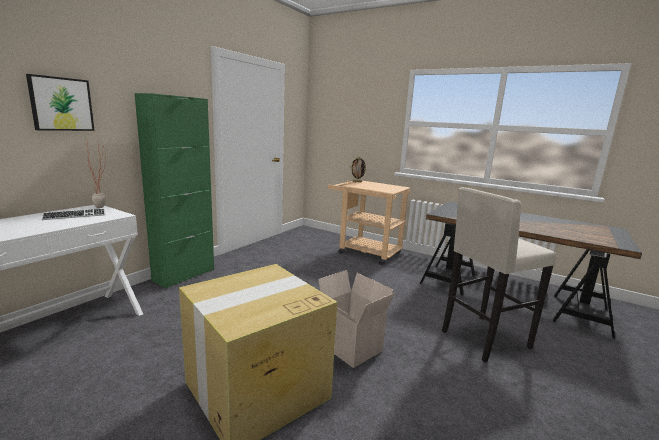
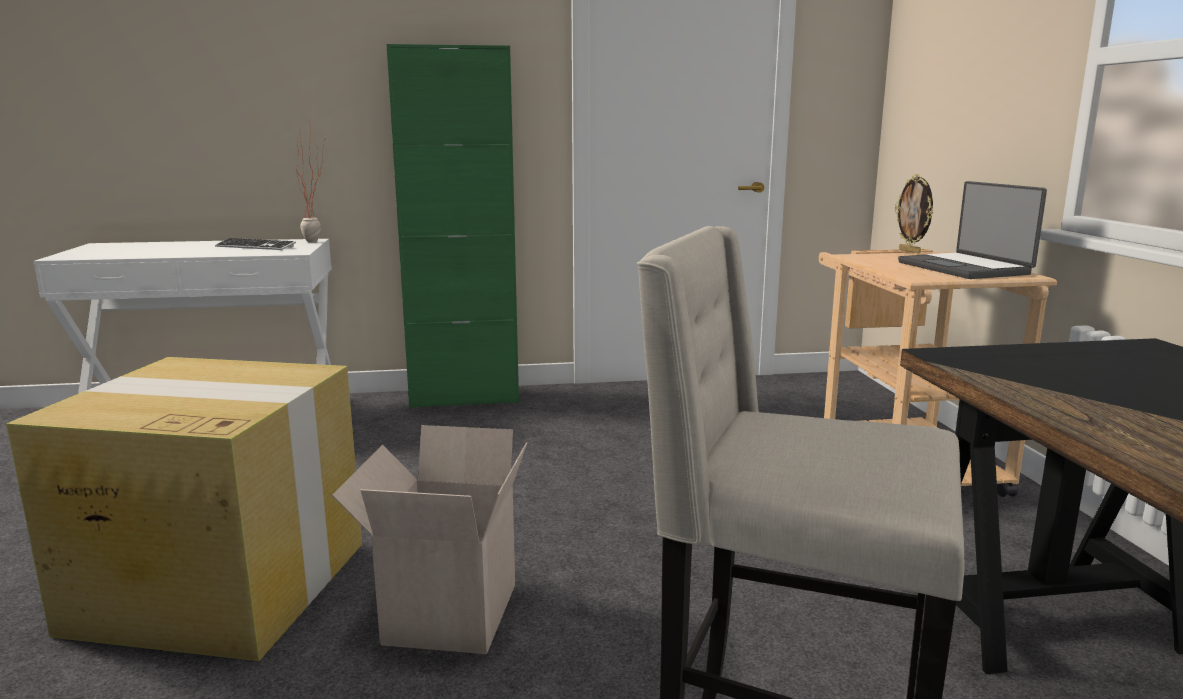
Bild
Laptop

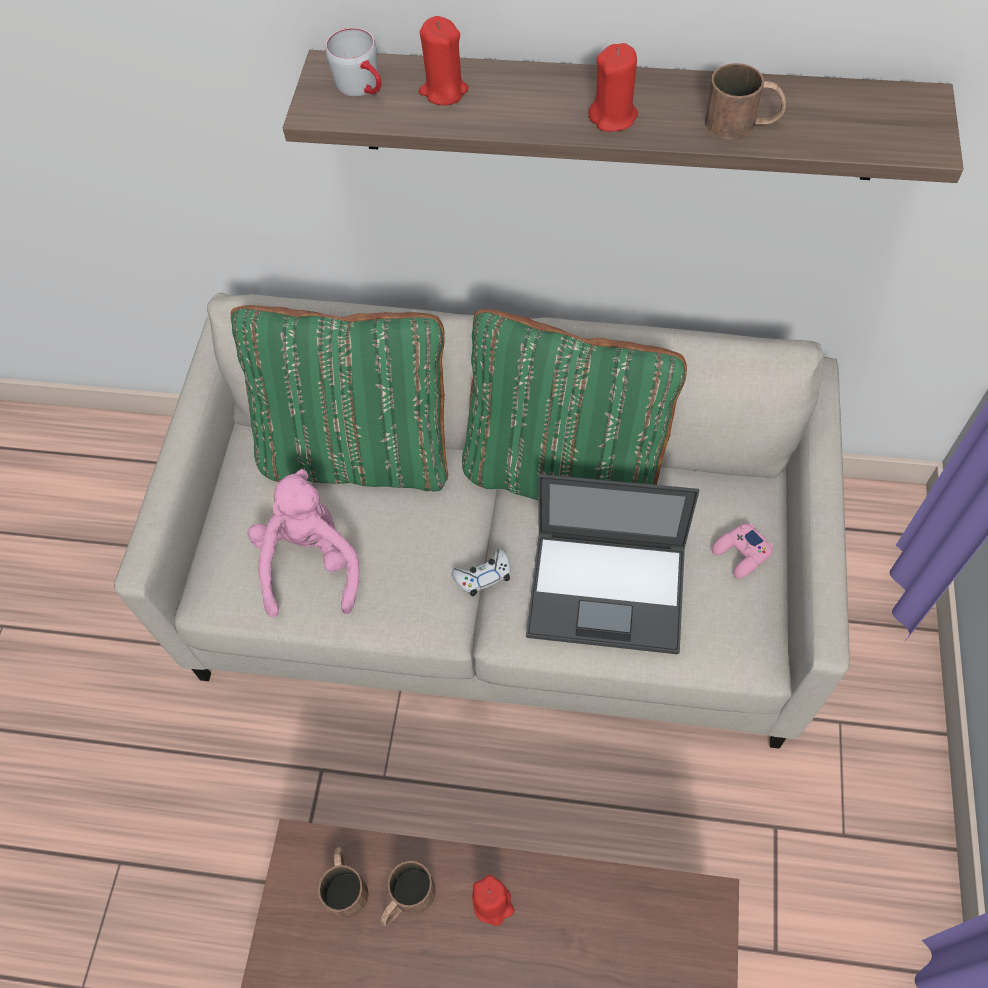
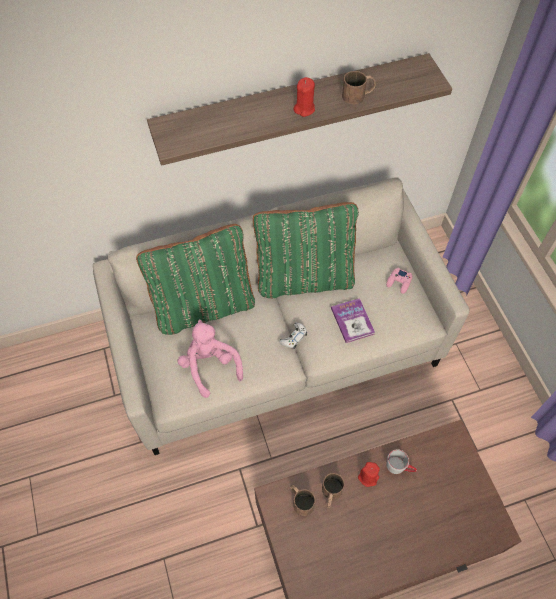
Kerze [rot] (1st from left in the first image)
Henkelbecher [grau]
Buch

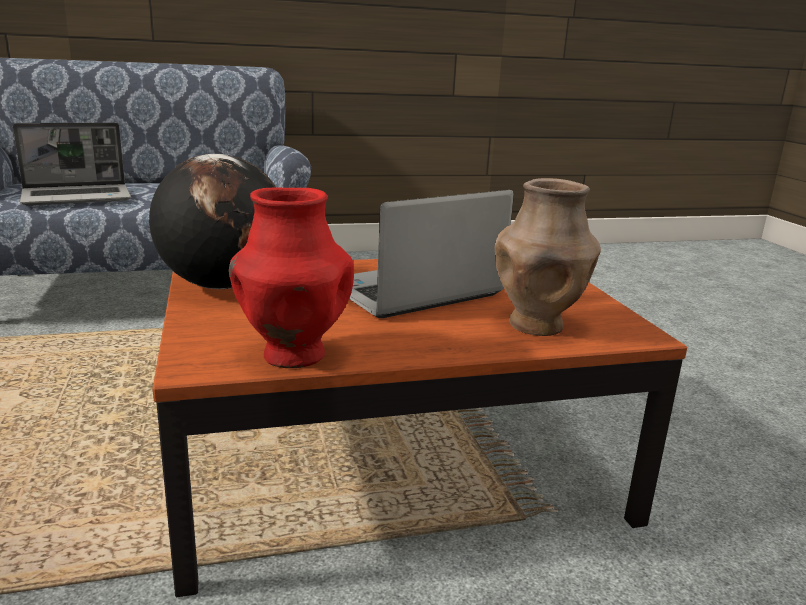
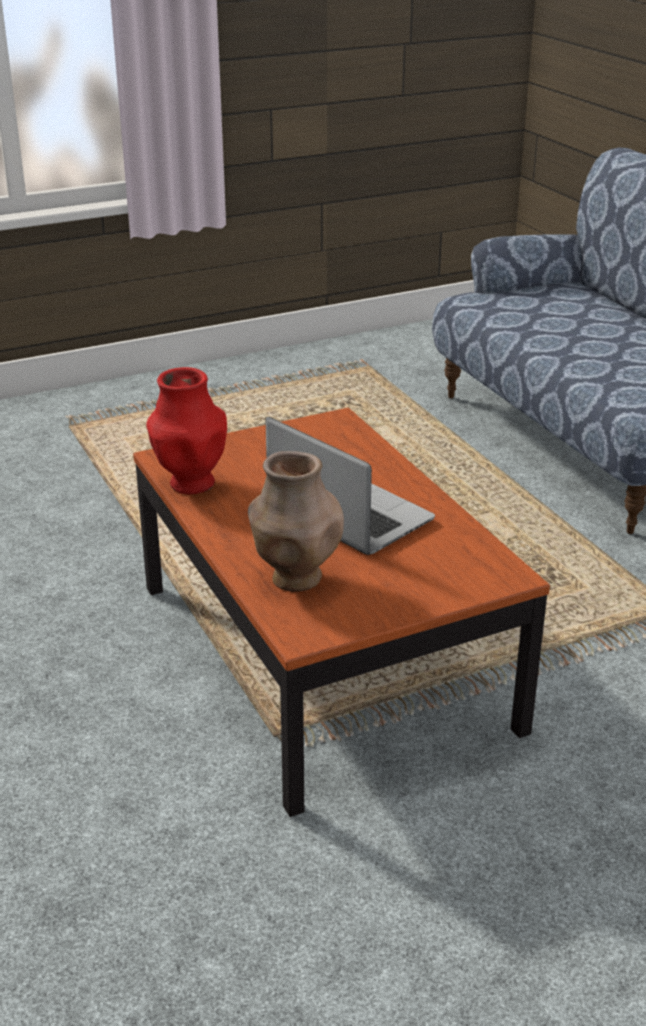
Laptop (1st from left in the first image)
Globus

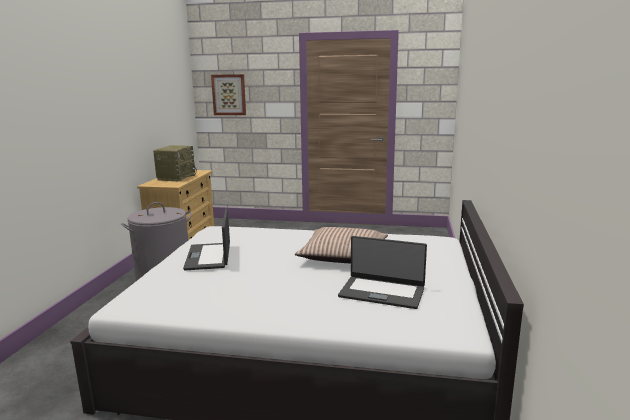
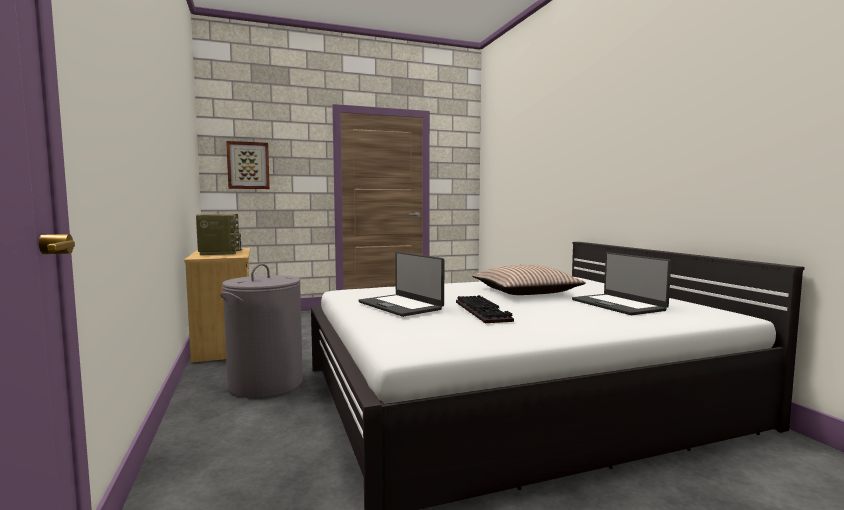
Laptop (2nd from left)
Tastatur

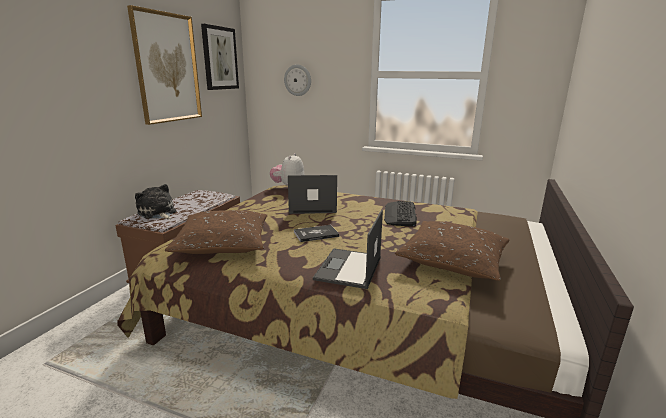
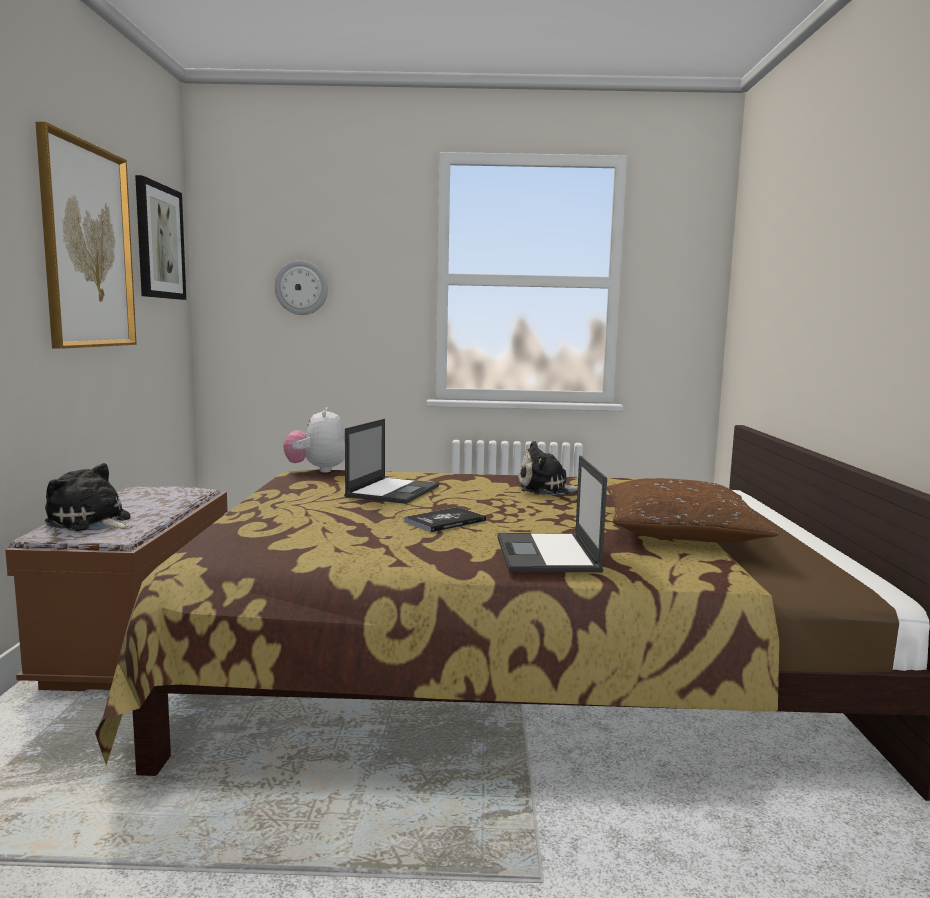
Laptop (1st from left)
Plüschtier (3rd from left)
Kissen [braun] (1st from left in the first image)

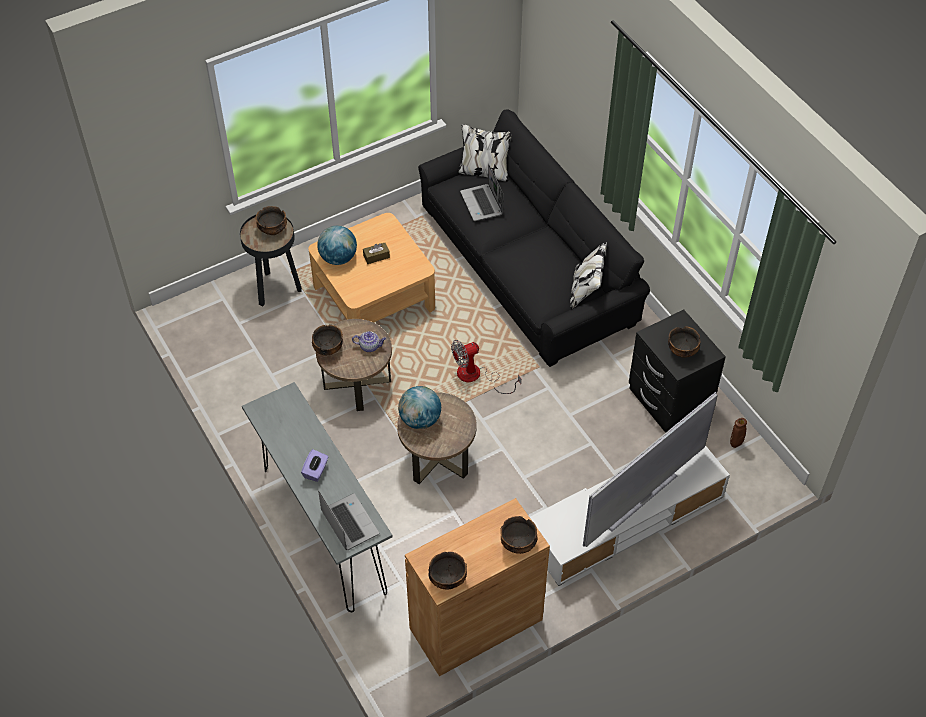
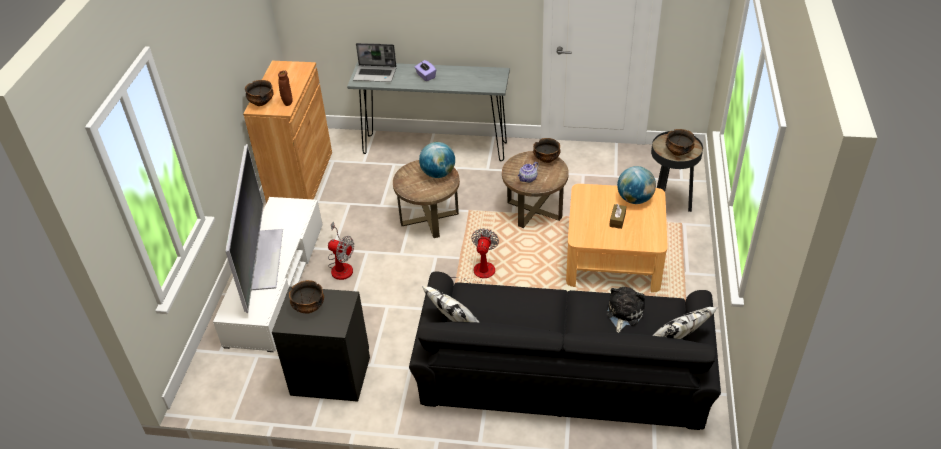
Plüschtier
Vase [braun]
Schüssel (3rd from left in the first image)
Ventilator (1st from left)

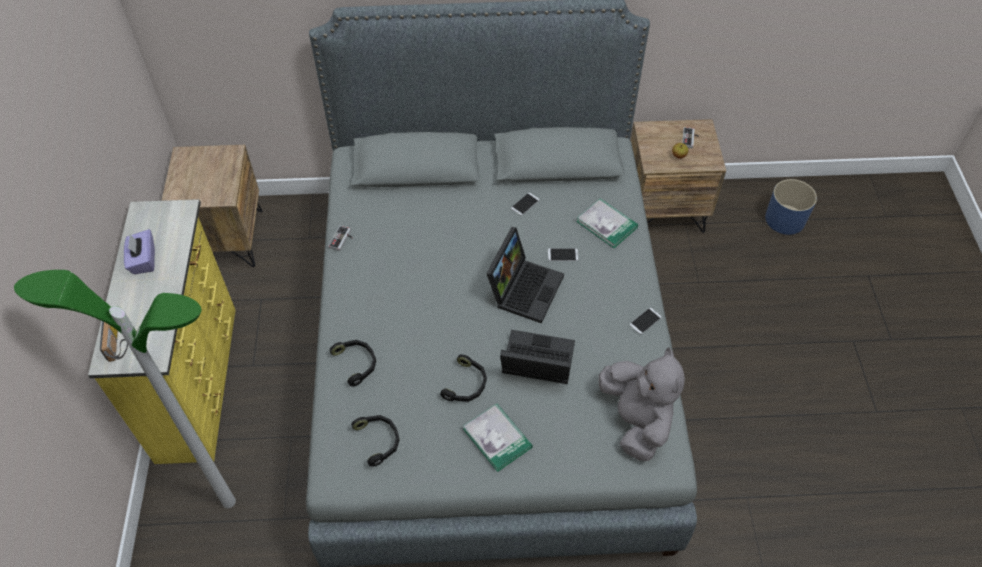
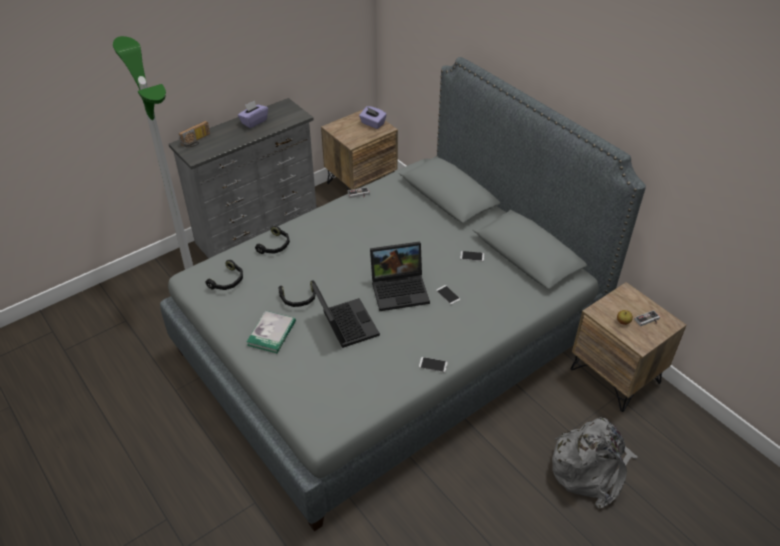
Pflanzkübel [blau]
Buch (2nd from left in the first image)
Kommode [grau]
Plüschtier [grau]
Taschentuchbox [lila] (2nd from left)
Rucksack [grau]

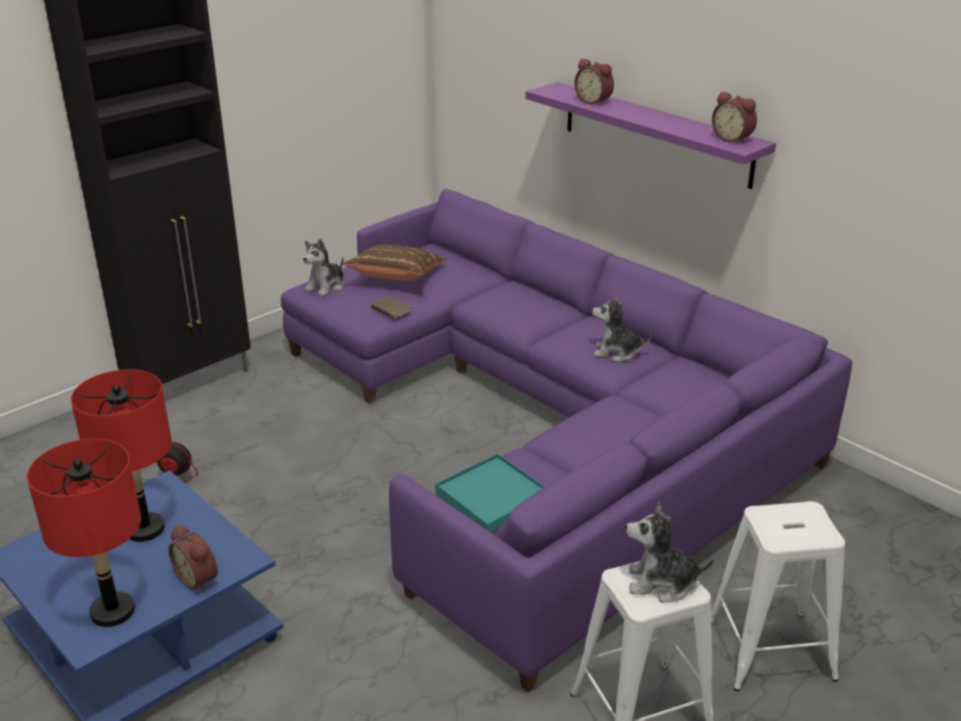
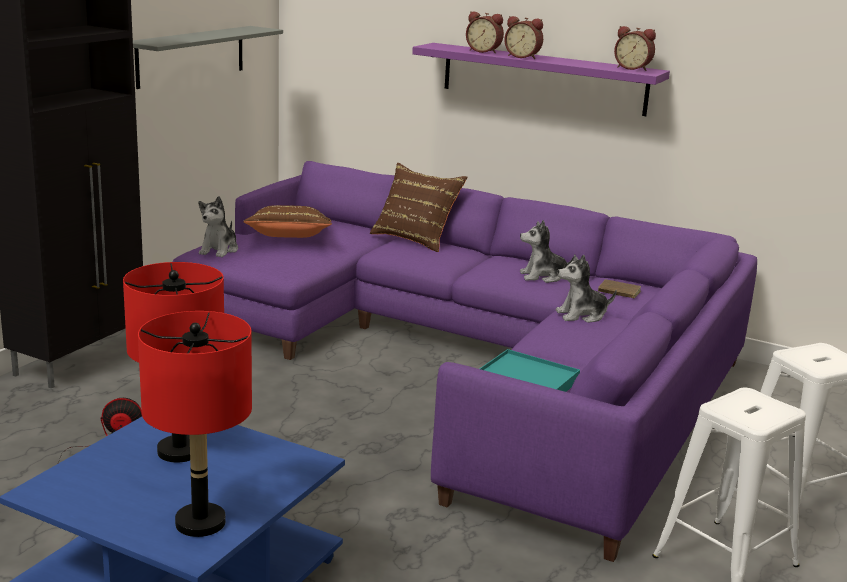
Buch [braun]
Plüschtier (3rd from left)
Wecker (2nd from left)
Wandregal [grau]
Kissen [braun] (2nd from left)

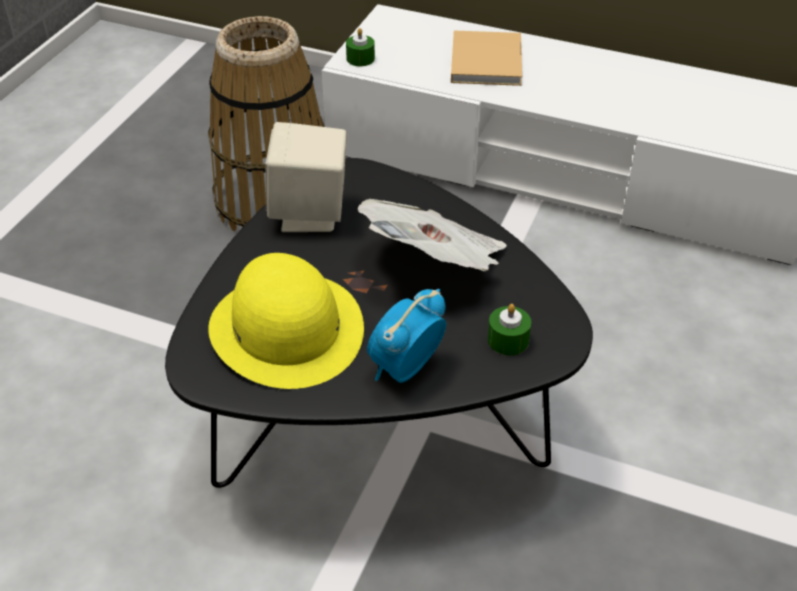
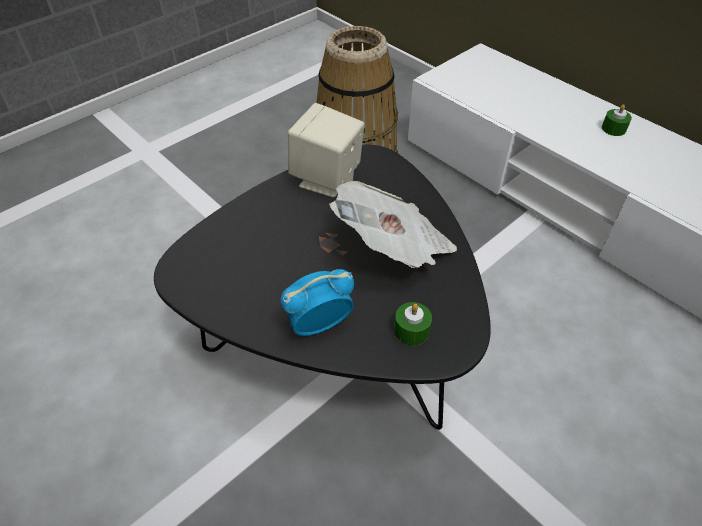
Kerze [grün] (2nd from left)
Buch [beige]
Hut [gelb]

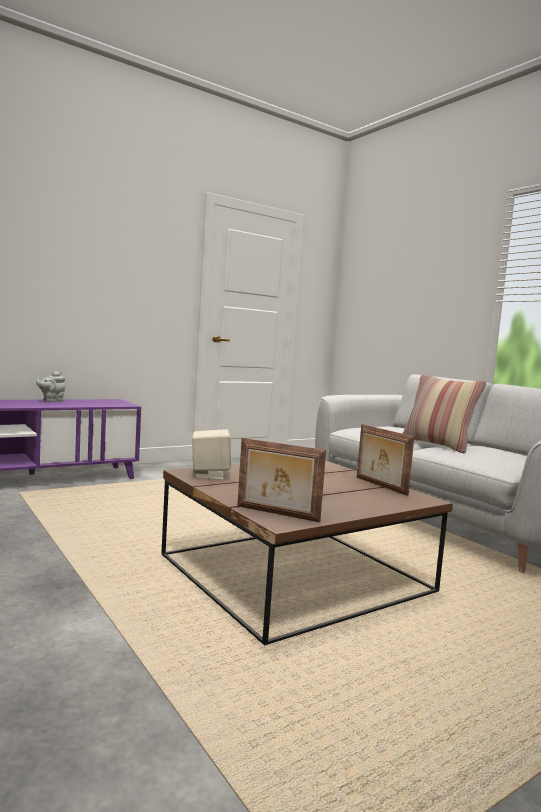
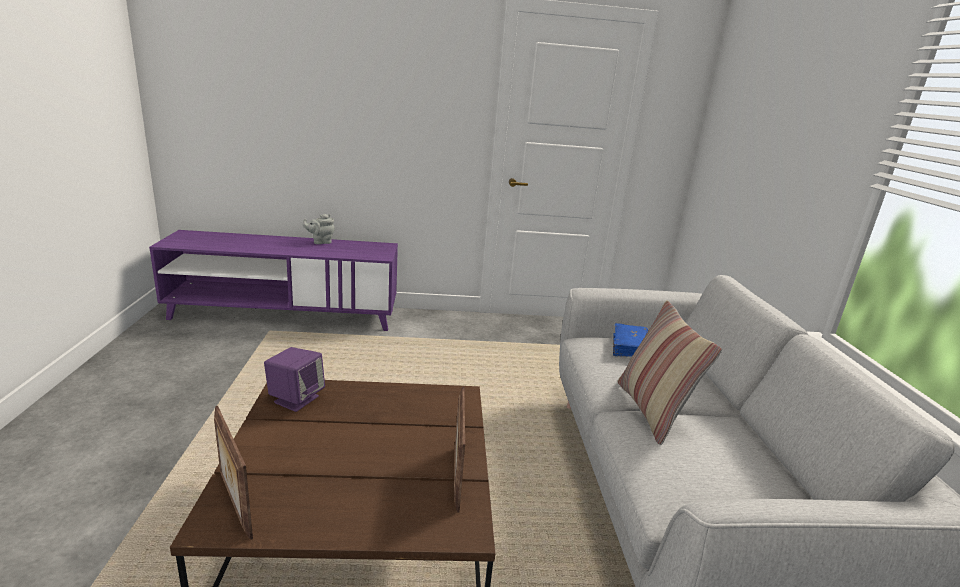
Lautsprecher [lila]
Buch [blau]

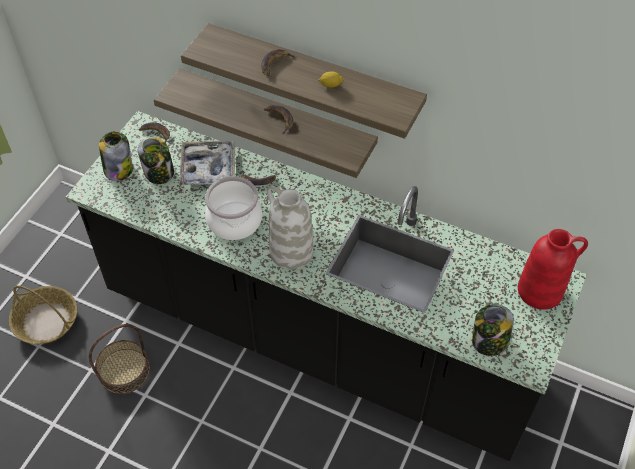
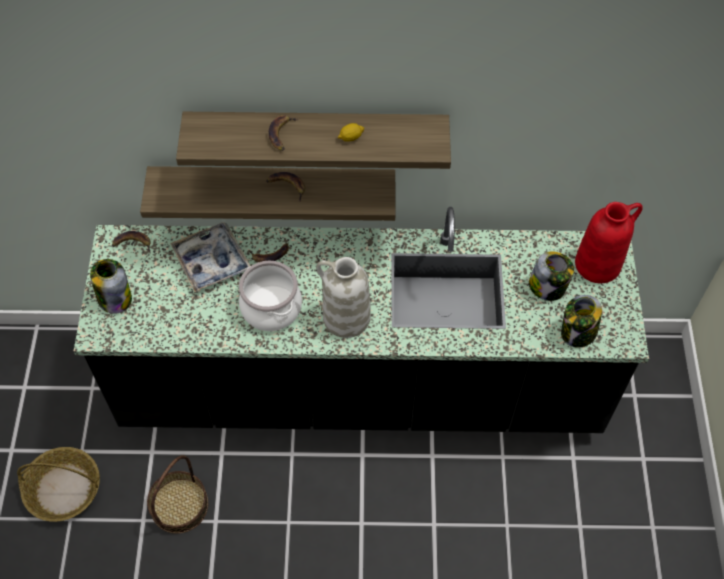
Vorratsglas (2nd from left)

